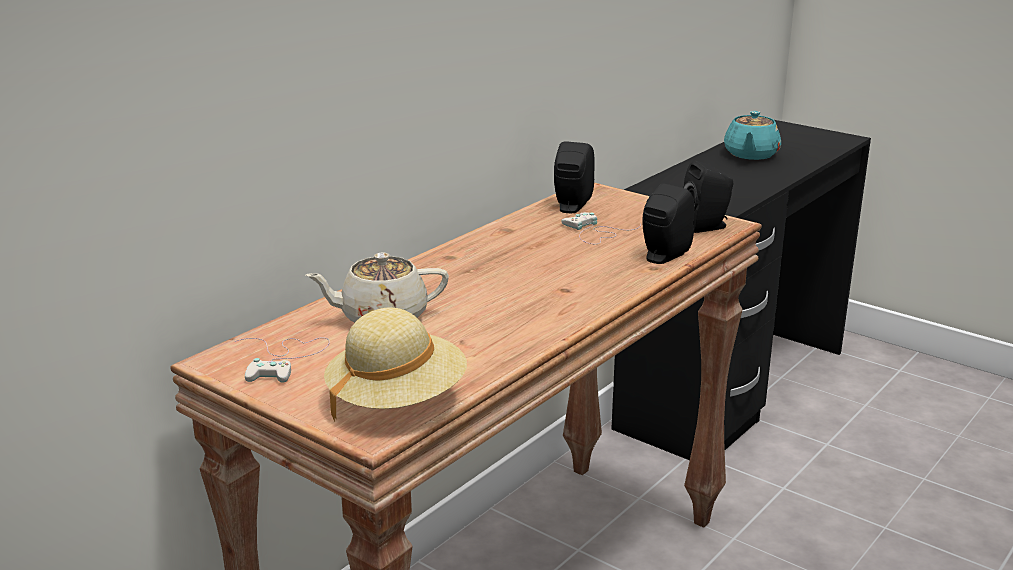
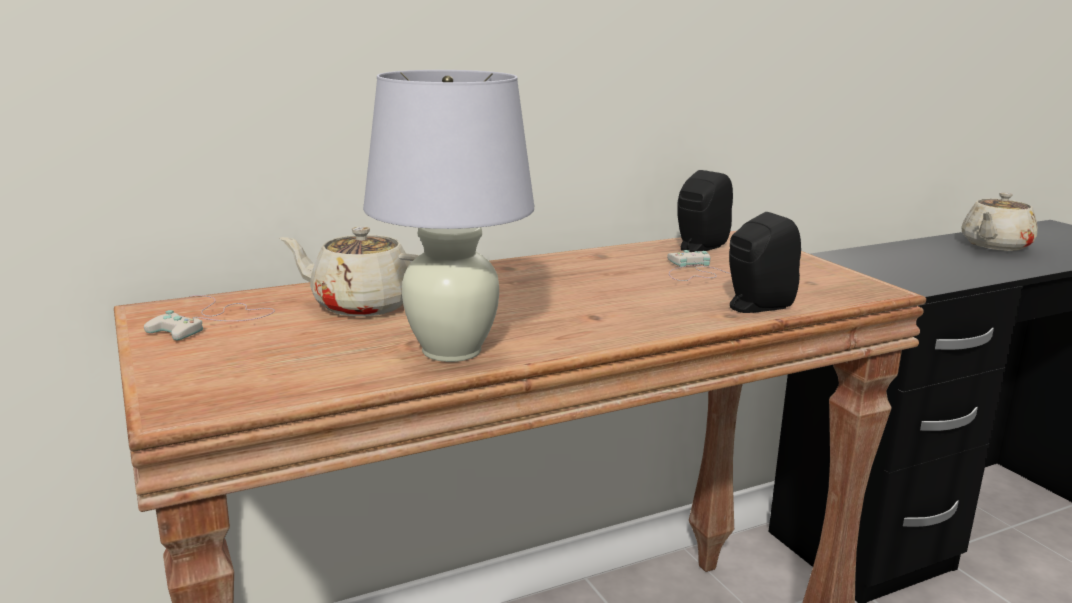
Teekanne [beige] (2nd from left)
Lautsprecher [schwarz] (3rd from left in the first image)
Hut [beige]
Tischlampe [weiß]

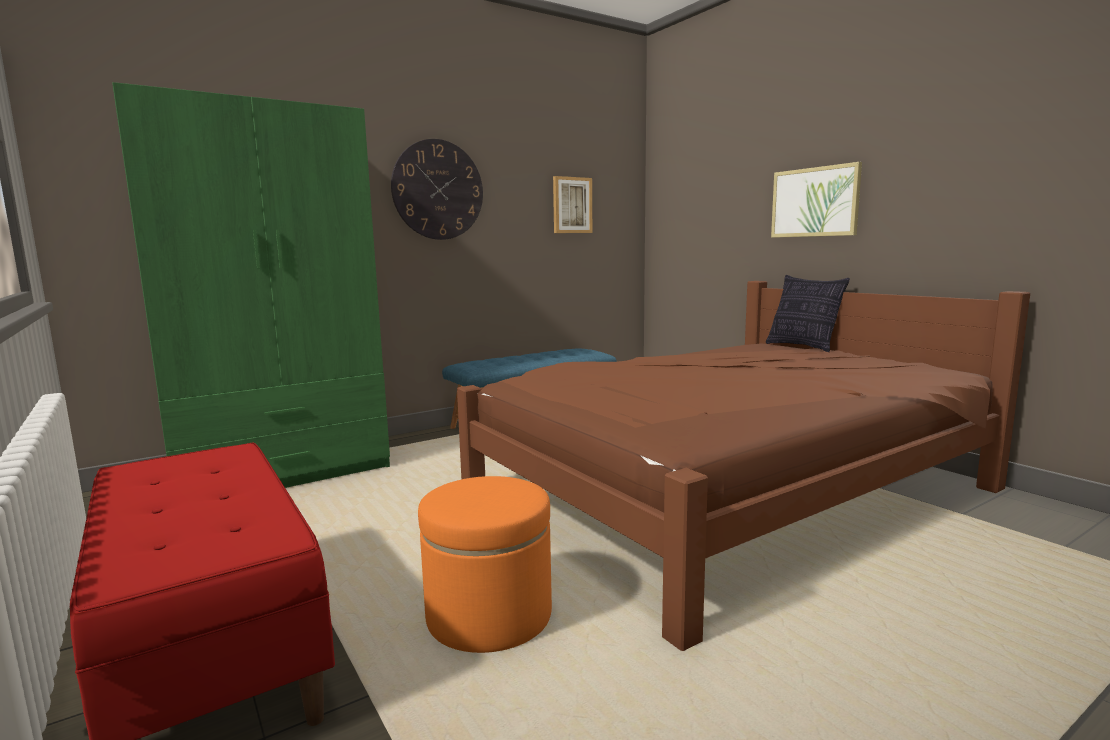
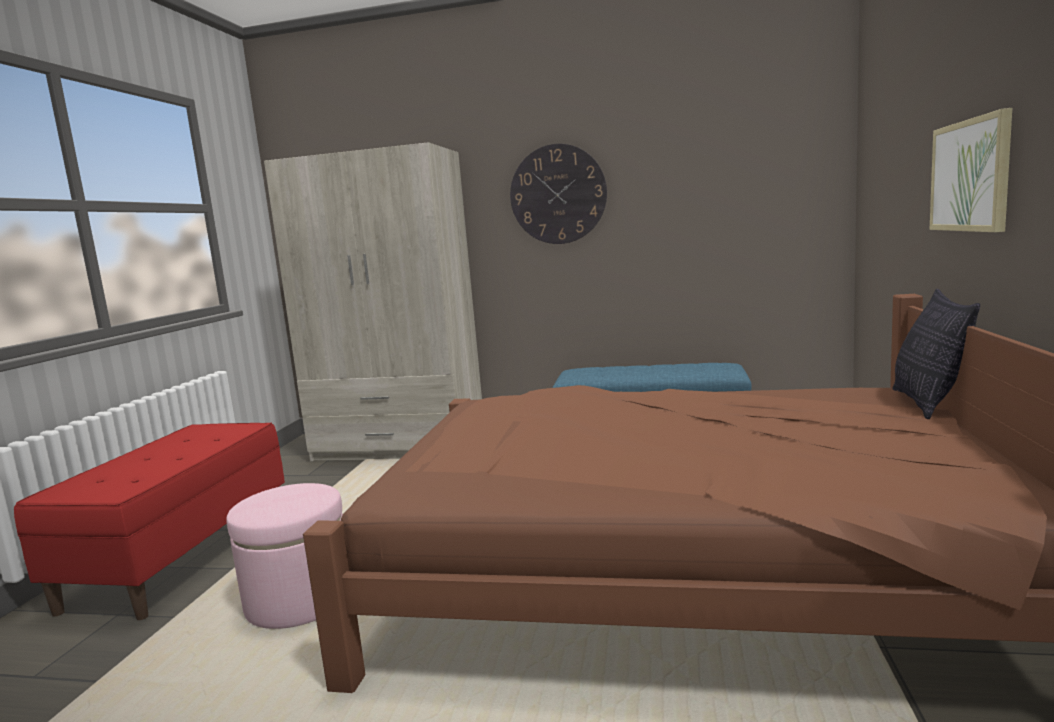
Kleiderschrank [beige]
Bild (1st from left in the first image)
Polsterhocker [rosa]

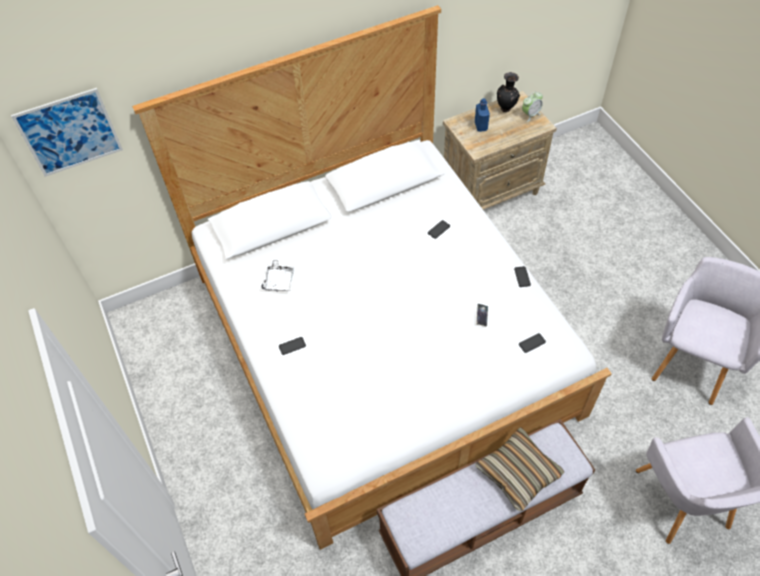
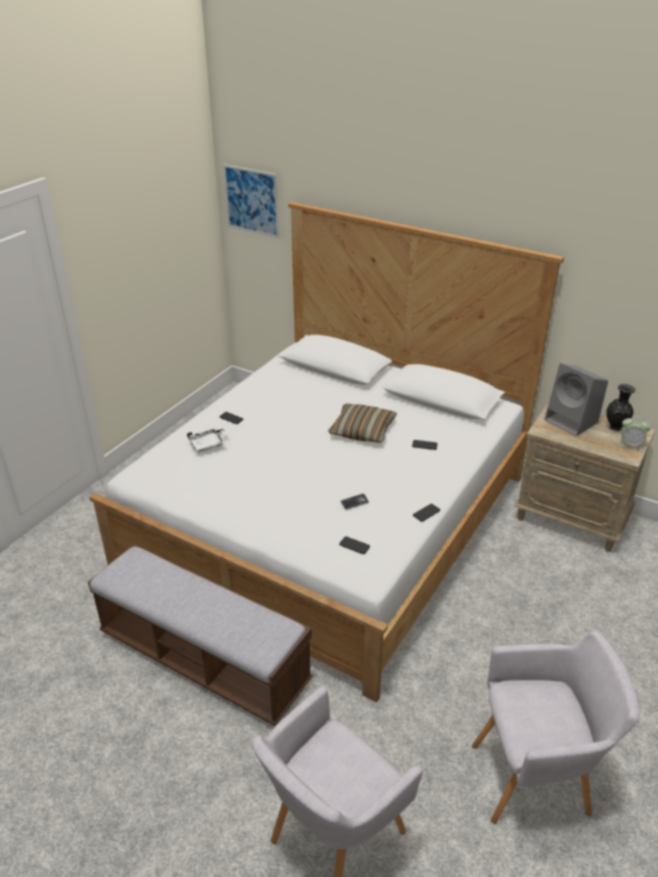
Lautsprecher [grau]
Tablett [weiß]
Kissen

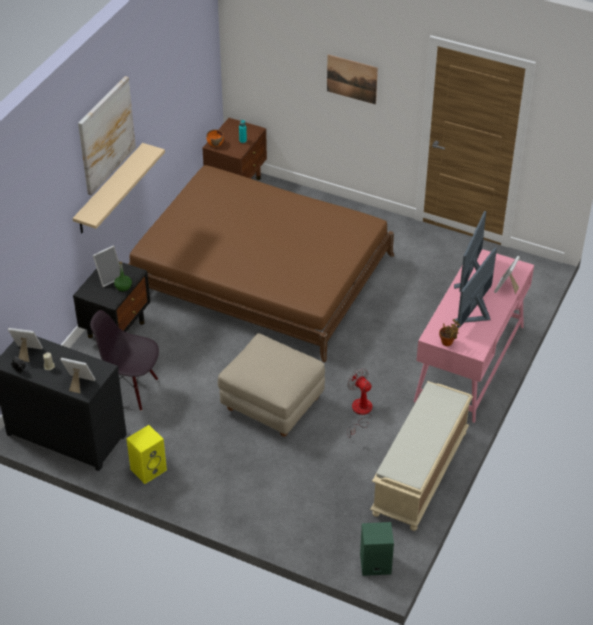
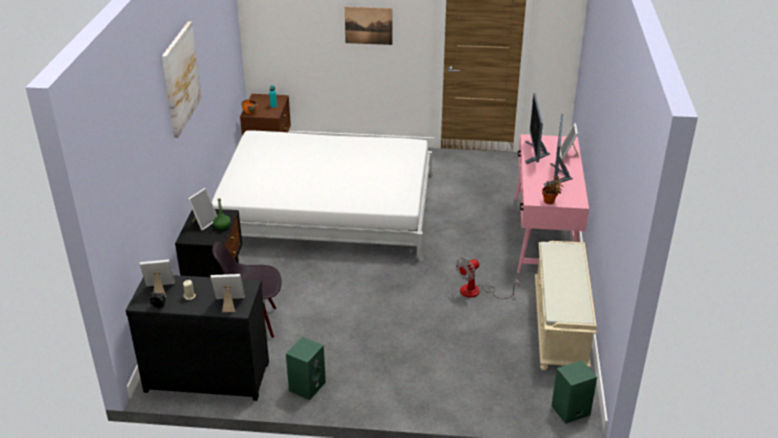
Wandregal [beige]
Bett [weiß]
Polsterhocker [beige]
Ventilator
Lautsprecher [grün] (1st from left)

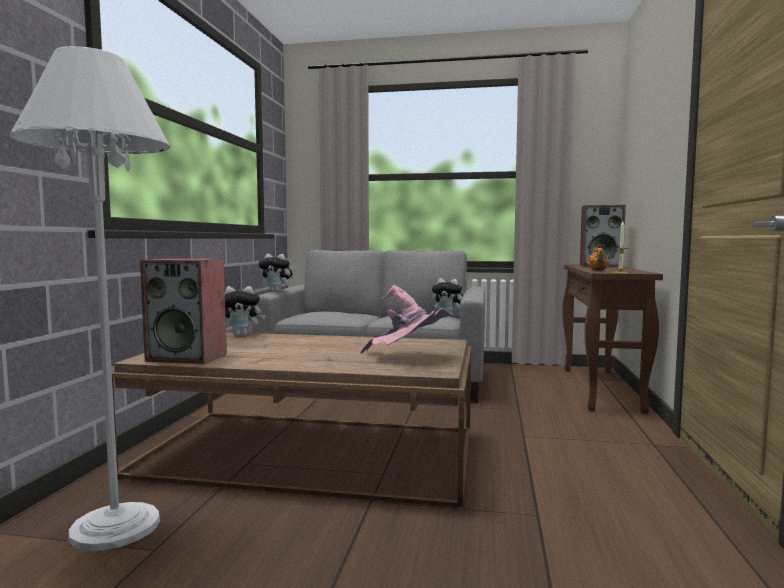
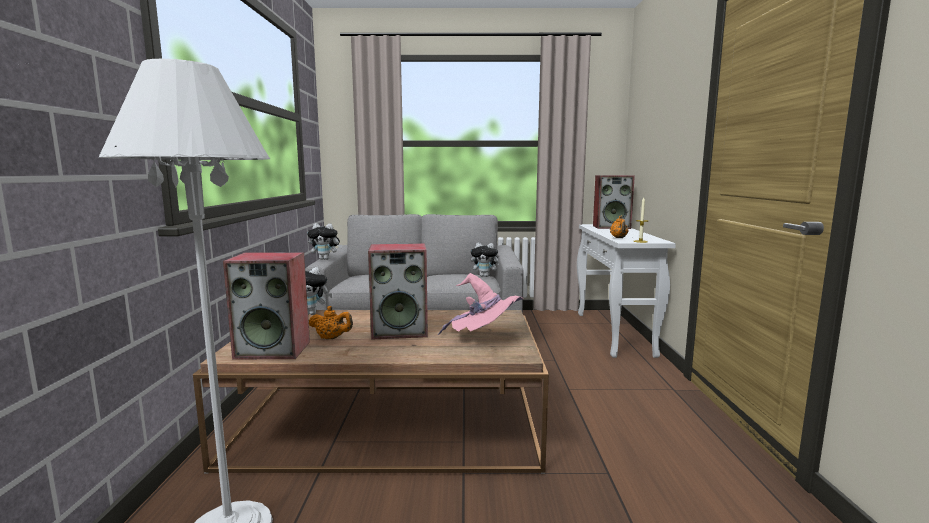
Konsolentisch [weiß]
Lautsprecher (2nd from left)
Teekanne [orange] (1st from left)

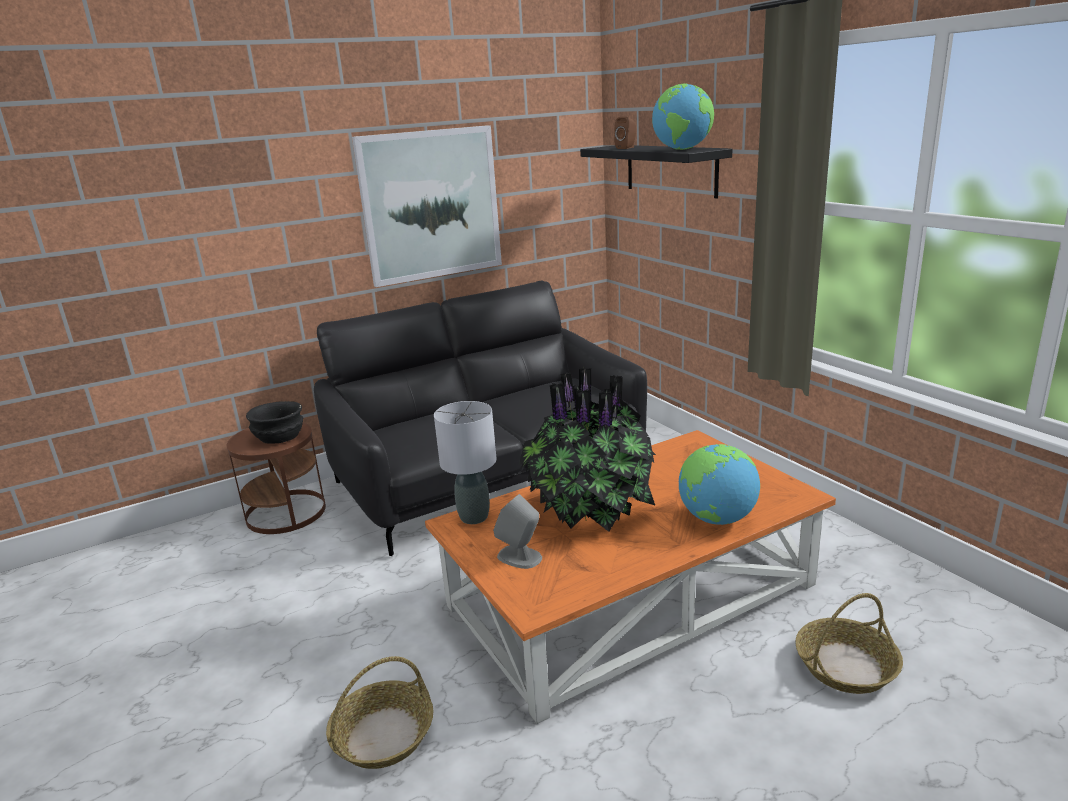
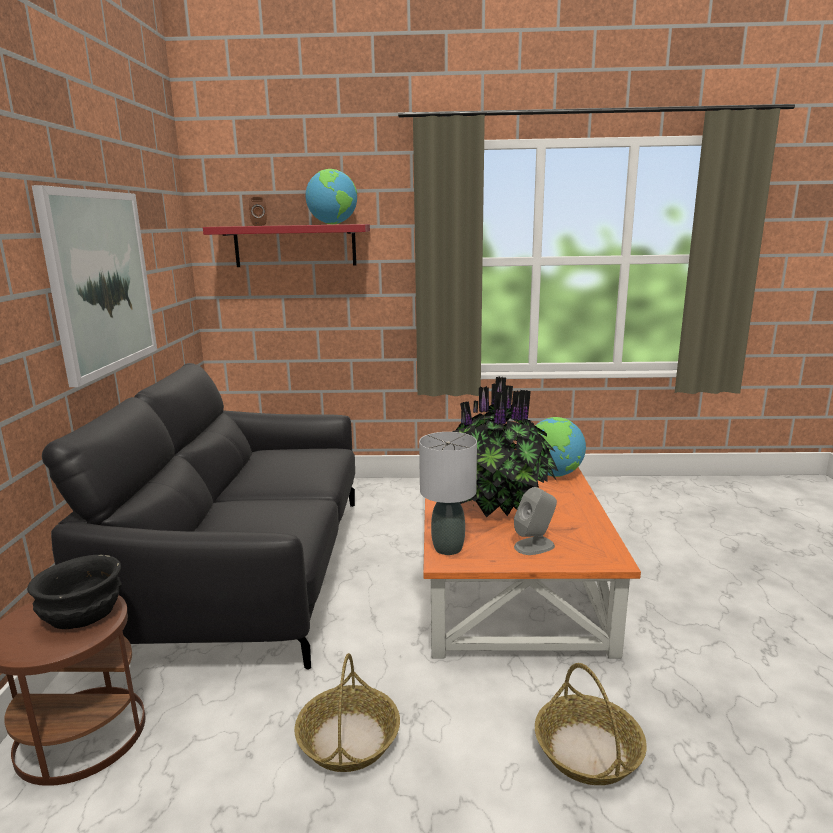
Wandregal [rot]
Korb (1st from left)

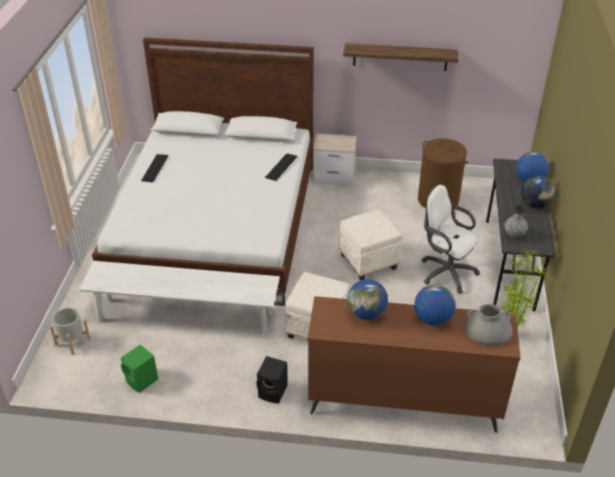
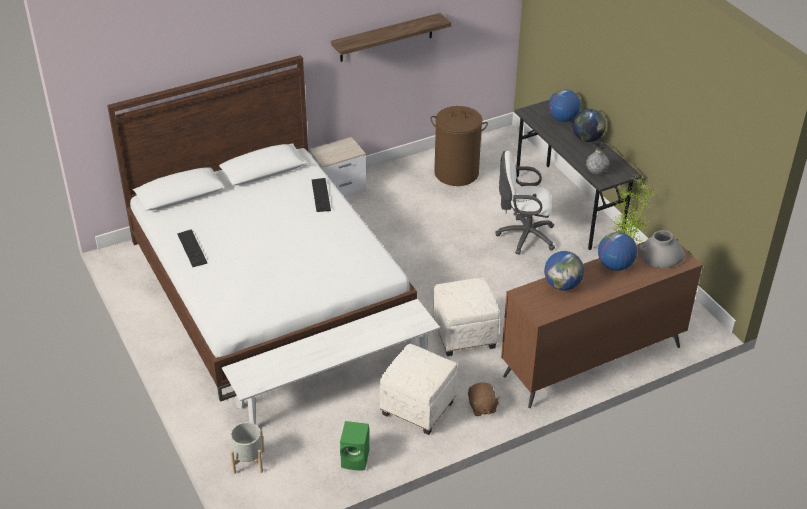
Polsterhocker [weiß] (1st from left)
Plüschtier [braun]

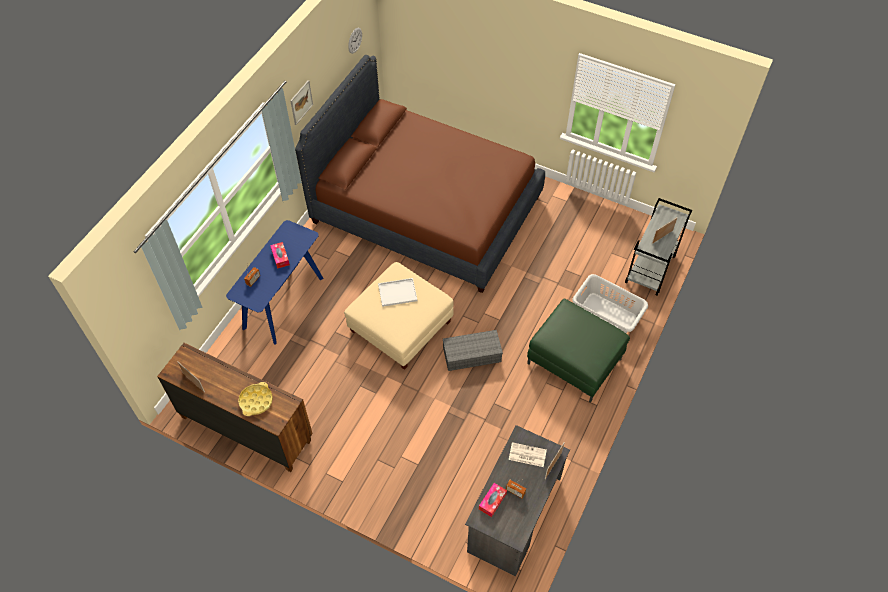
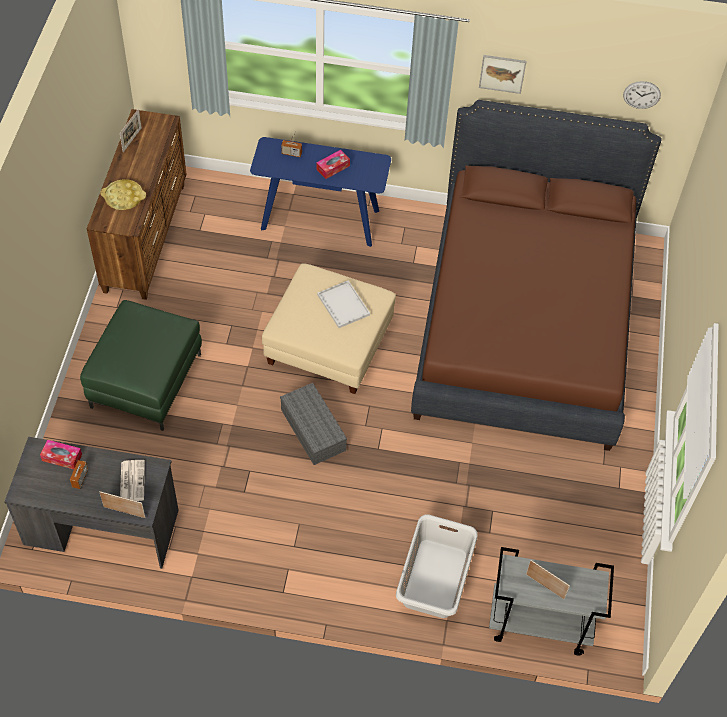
Polsterhocker [grün]

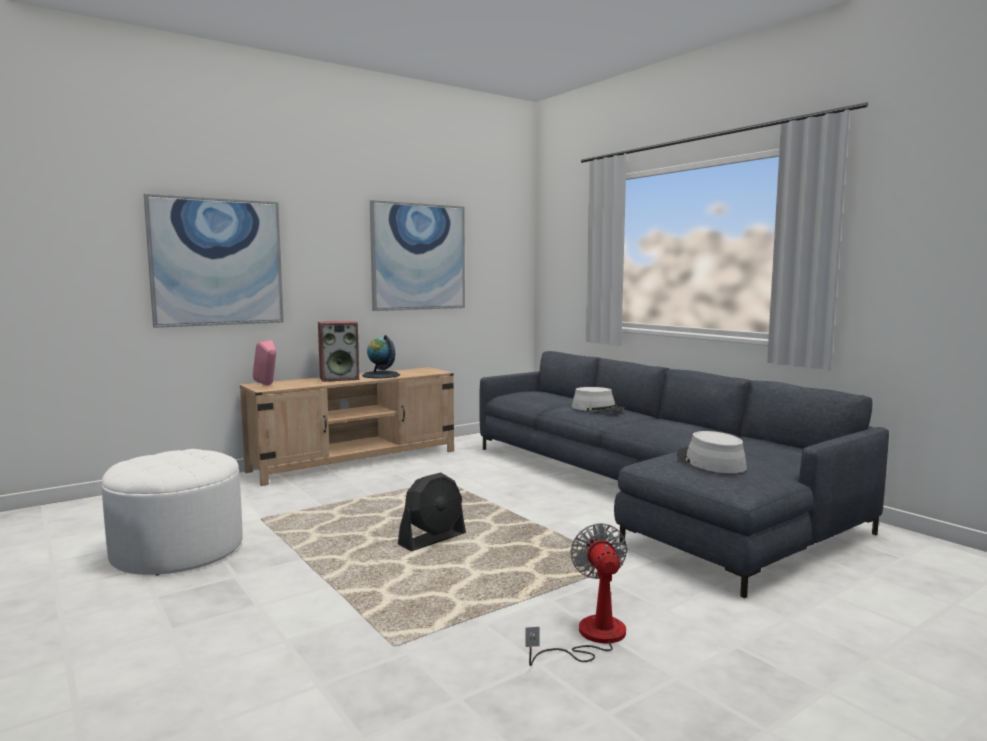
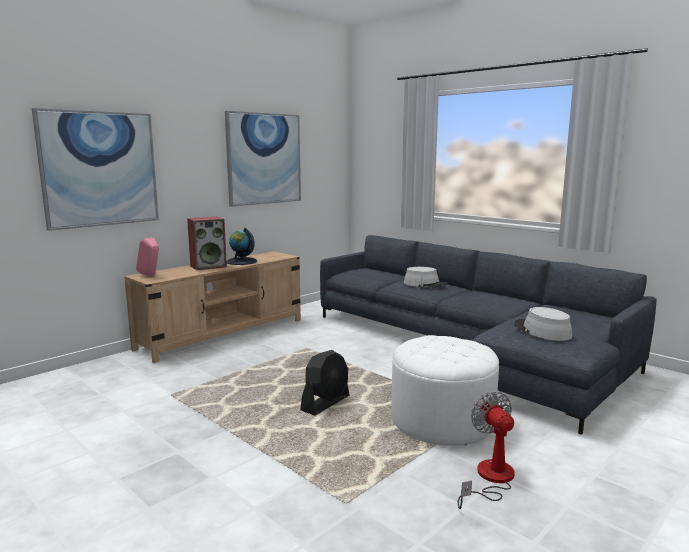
Polsterhocker [weiß]

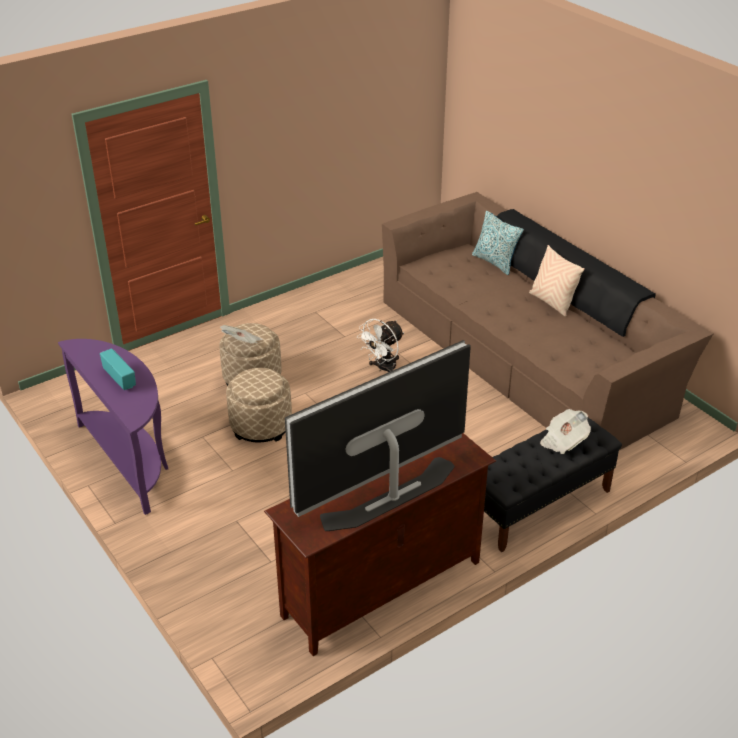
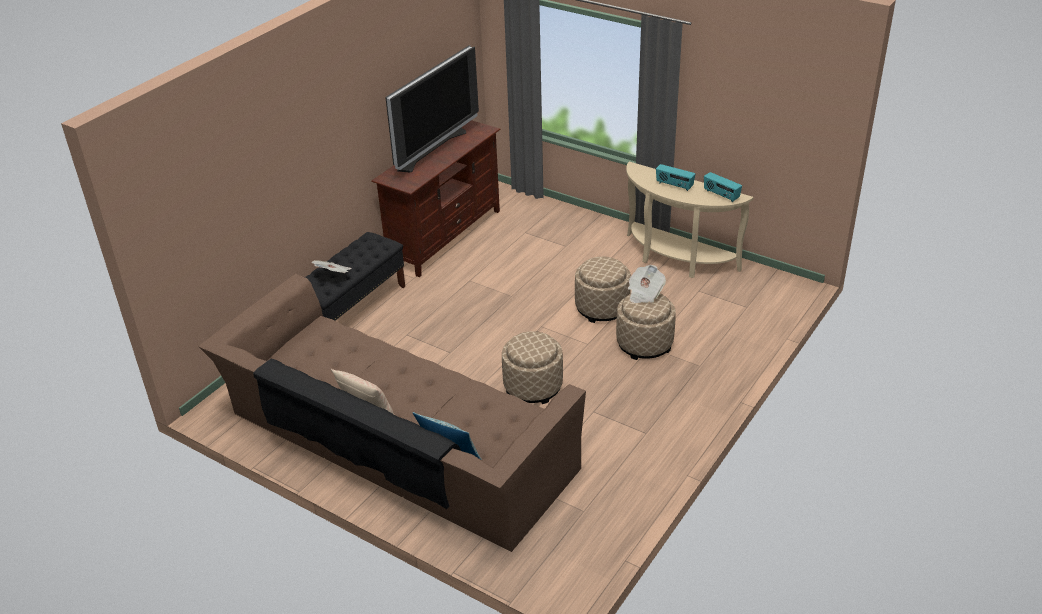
Polsterhocker [beige] (1st from left)
Konsolentisch [beige]
Radio (2nd from left)

